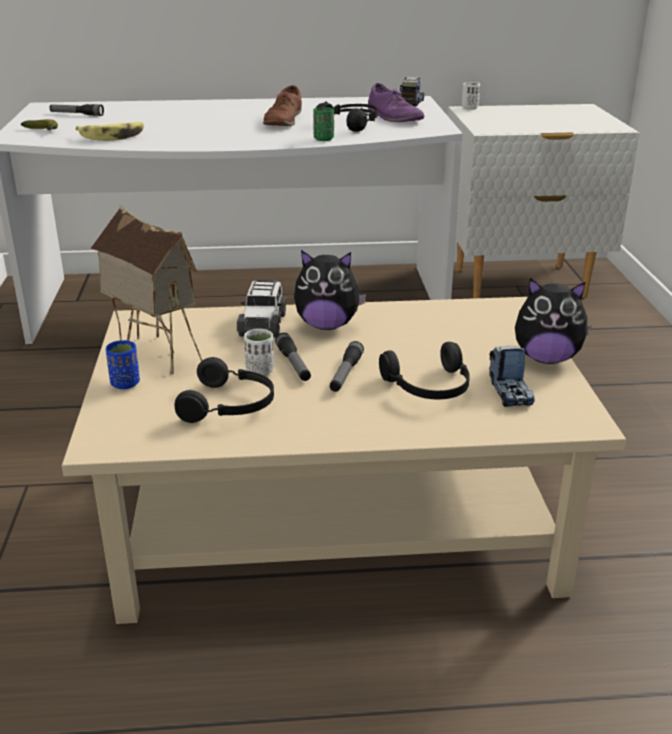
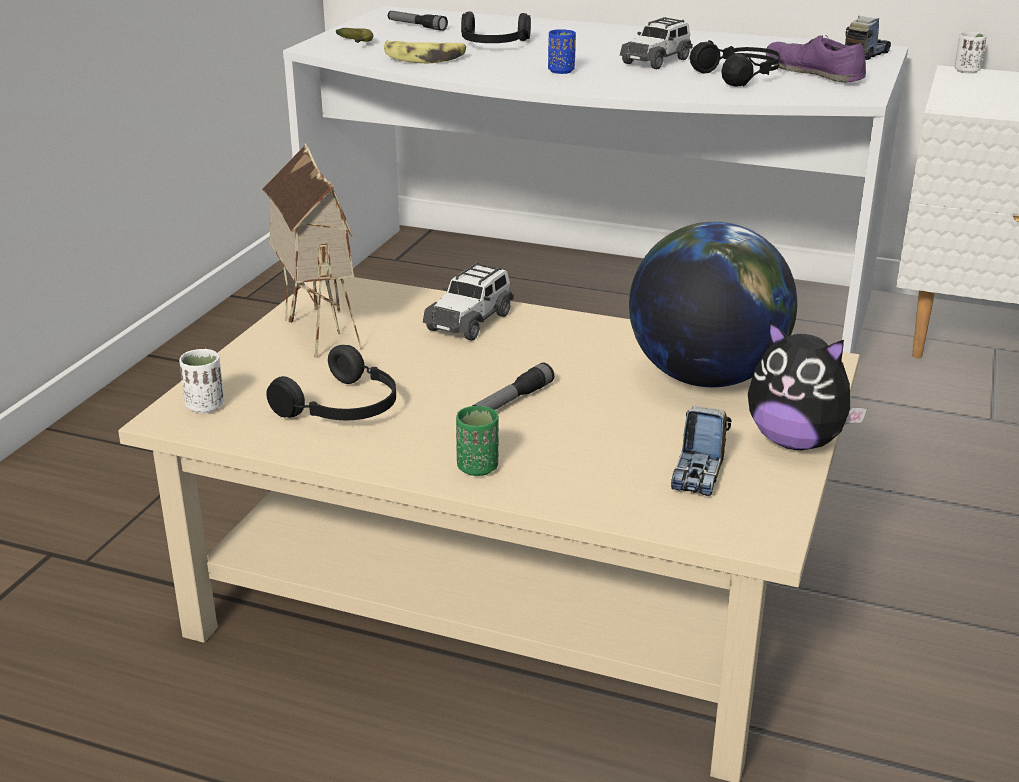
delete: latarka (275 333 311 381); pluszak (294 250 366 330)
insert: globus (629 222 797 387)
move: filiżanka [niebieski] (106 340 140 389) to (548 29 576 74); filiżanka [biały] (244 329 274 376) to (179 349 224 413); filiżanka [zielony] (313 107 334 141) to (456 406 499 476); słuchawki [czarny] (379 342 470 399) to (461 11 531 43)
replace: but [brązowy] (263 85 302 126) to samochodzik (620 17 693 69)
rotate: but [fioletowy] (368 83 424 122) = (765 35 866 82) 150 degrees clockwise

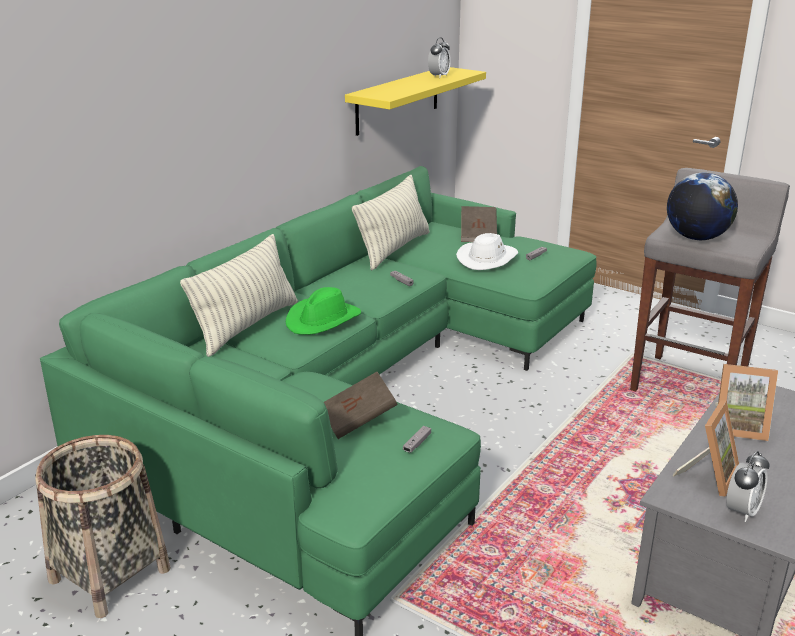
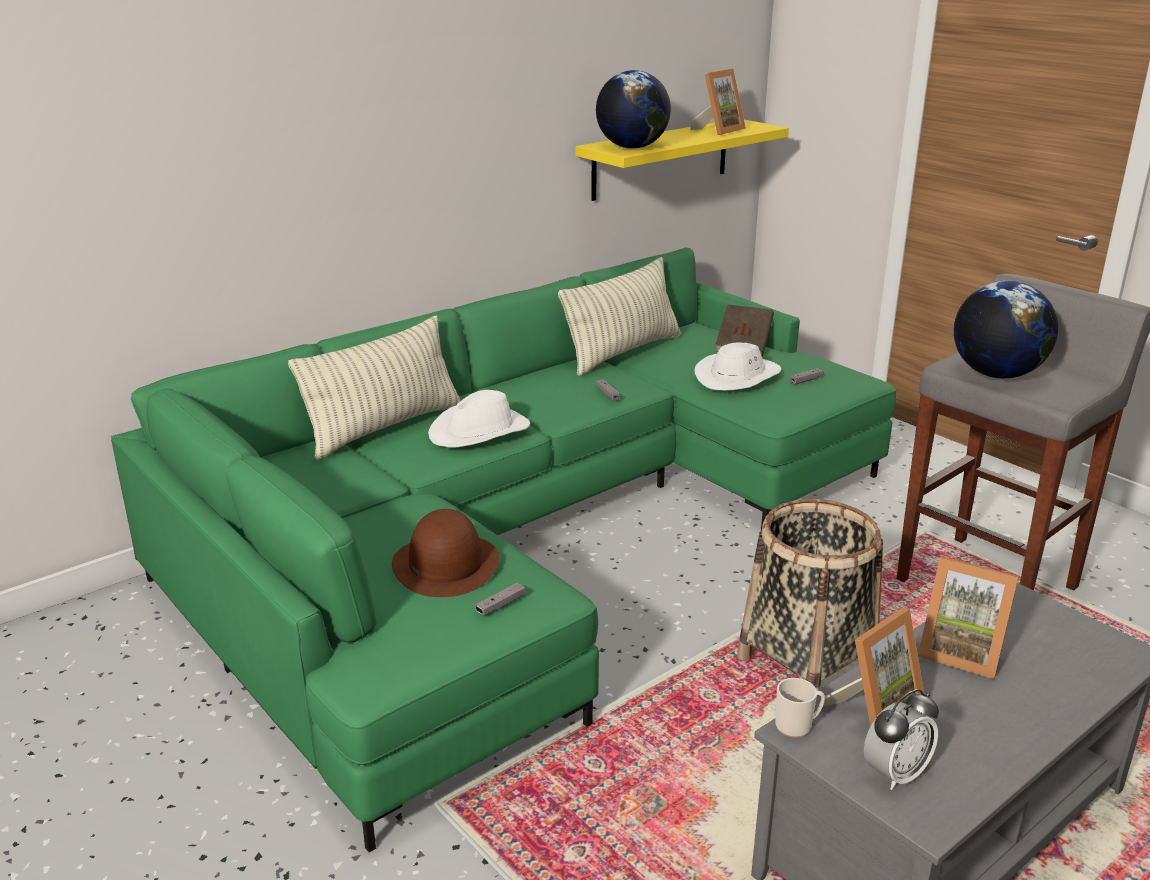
insert: globus (596 70 671 149); kubek (775 678 825 738)
move: koszyk (35 435 171 618) to (737 499 883 691)
replace: książka [brązowy] (324 372 398 439) to kapelusz [brązowy] (392 509 500 597); budzik (428 37 451 78) to ramka na zdjęcie (690 69 746 135)
recolor: kapelusz [zielony] (286 287 361 335) to kapelusz [biały] (428 390 530 448)

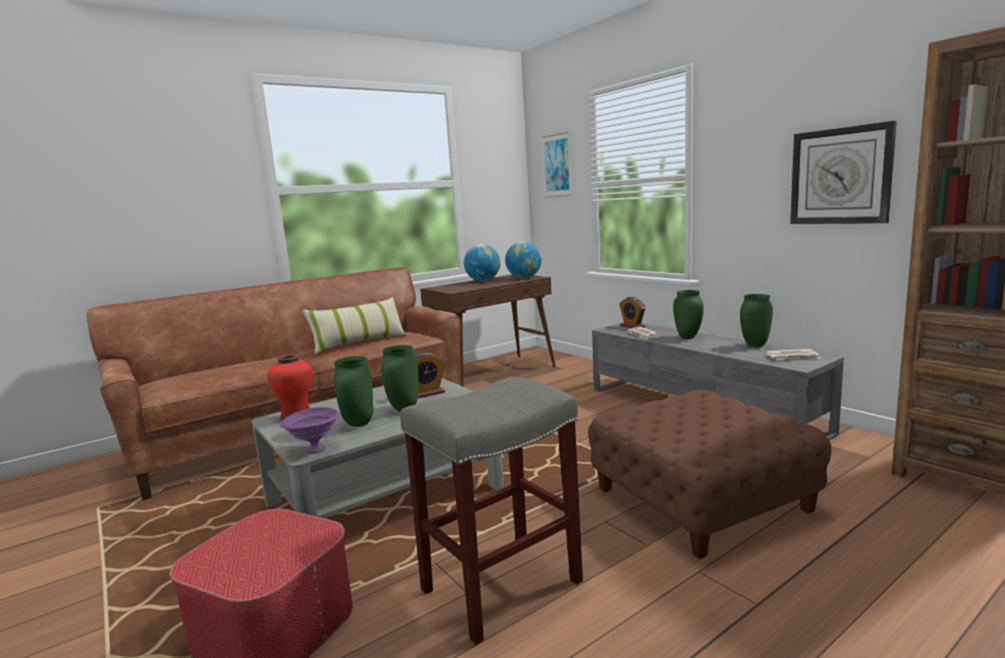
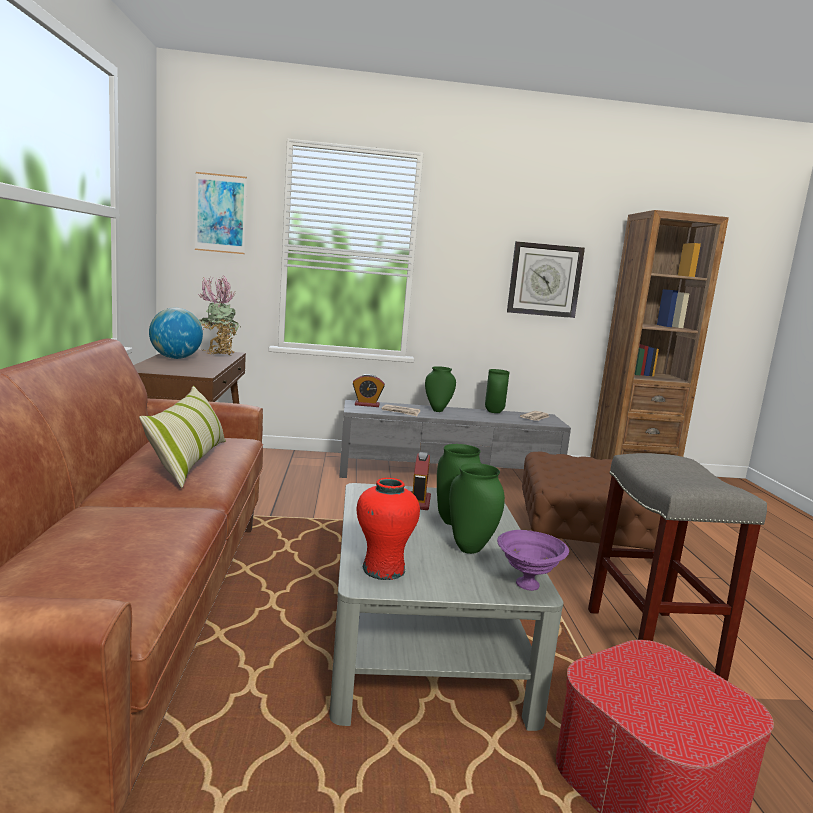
replace: globus (505 241 542 278) to roślina doniczkowa (198 275 241 355)

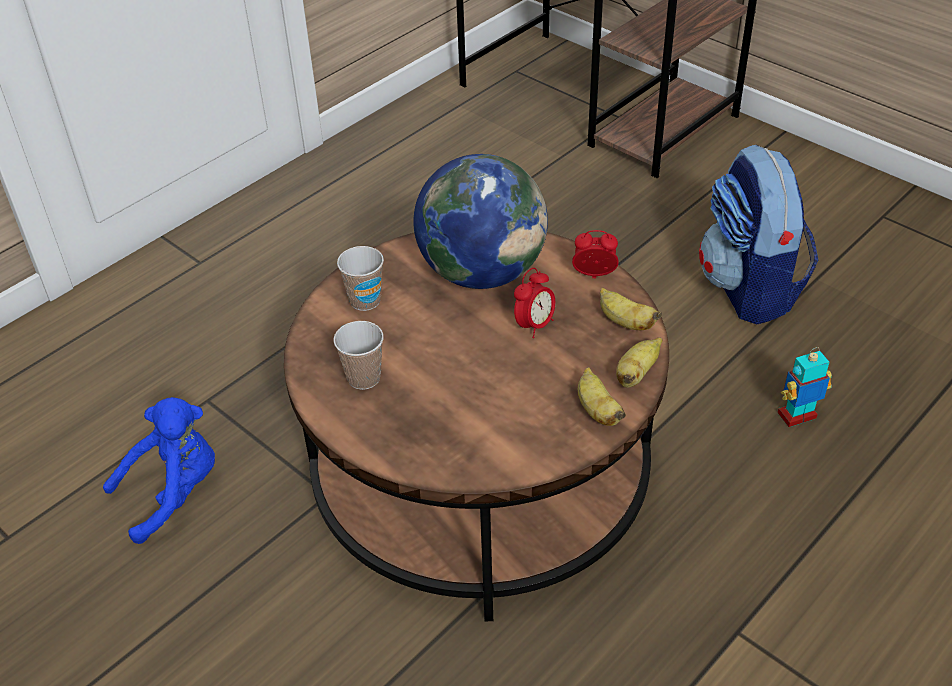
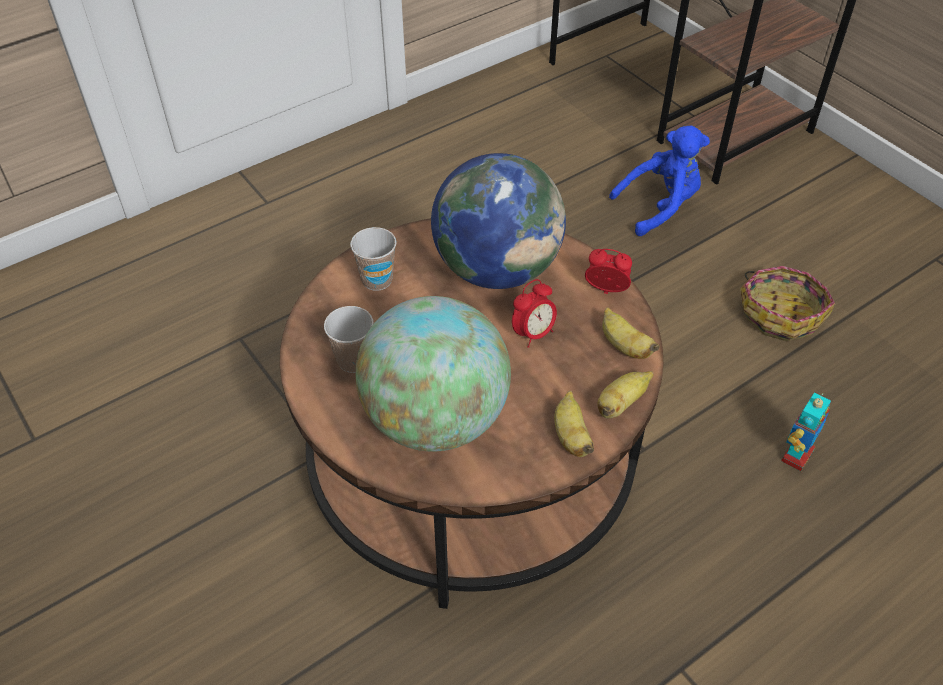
insert: globus (355 296 511 452)
move: pluszak [niebieski] (103 397 215 544) to (609 125 710 236)
replace: plecak (699 144 819 324) to koszyk (740 266 835 341)
rotate: robot zabawkowy (778 347 832 427) = (781 392 831 471) 135 degrees clockwise

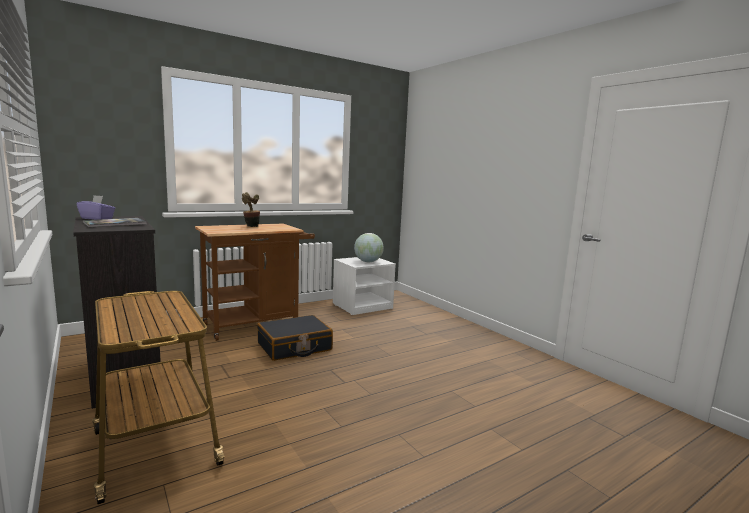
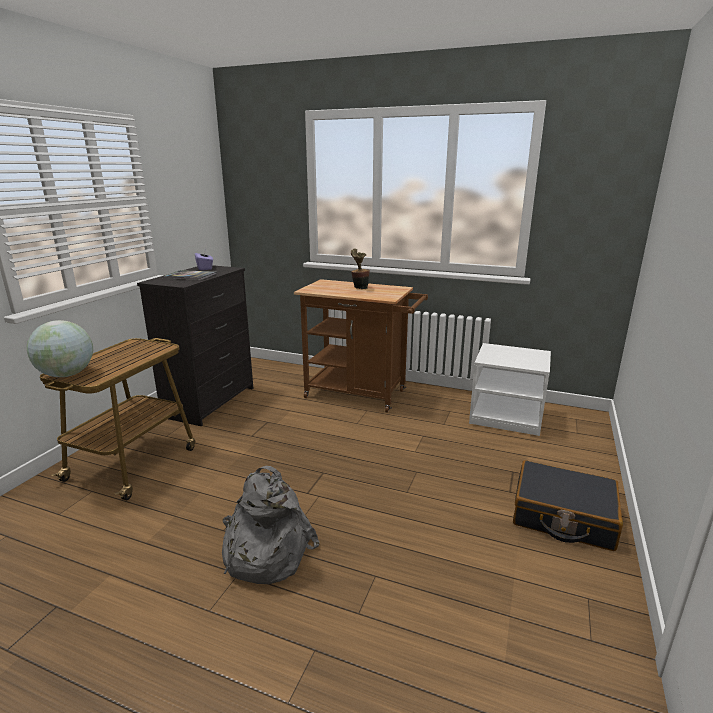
insert: plecak [szary] (222 466 319 584)
move: walizka [czarny] (257 315 333 361) to (513 460 623 551); globus (354 233 384 262) to (27 320 93 377)

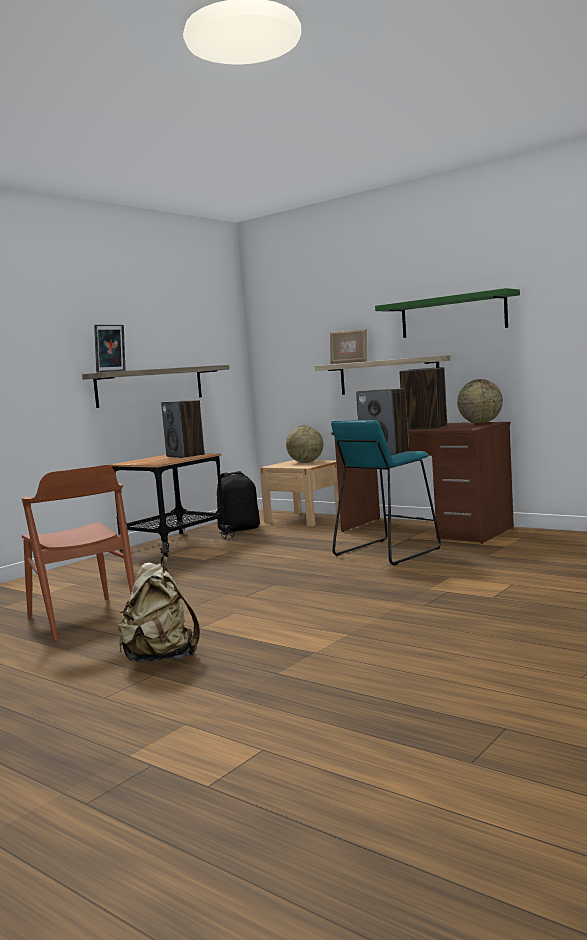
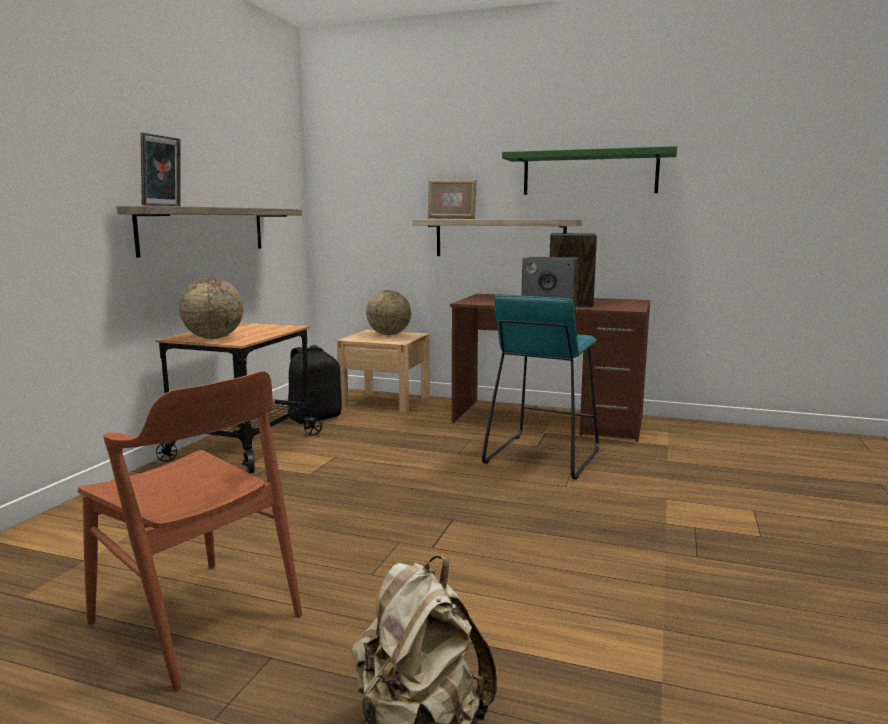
delete: głośnik (161 400 205 458)
move: globus (457 379 503 424) to (179 278 243 339)

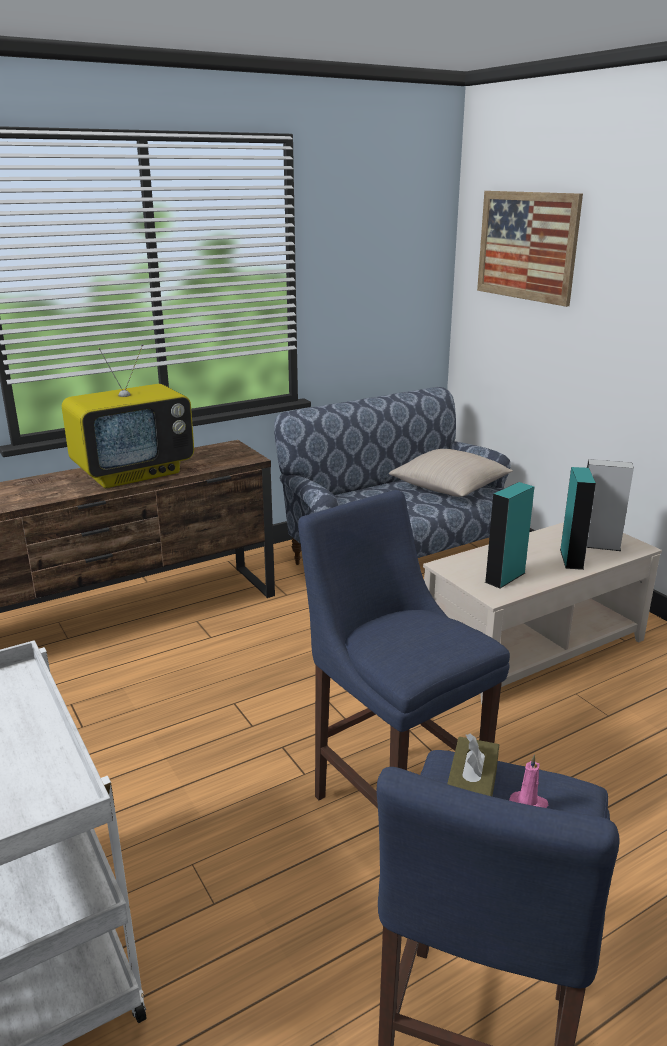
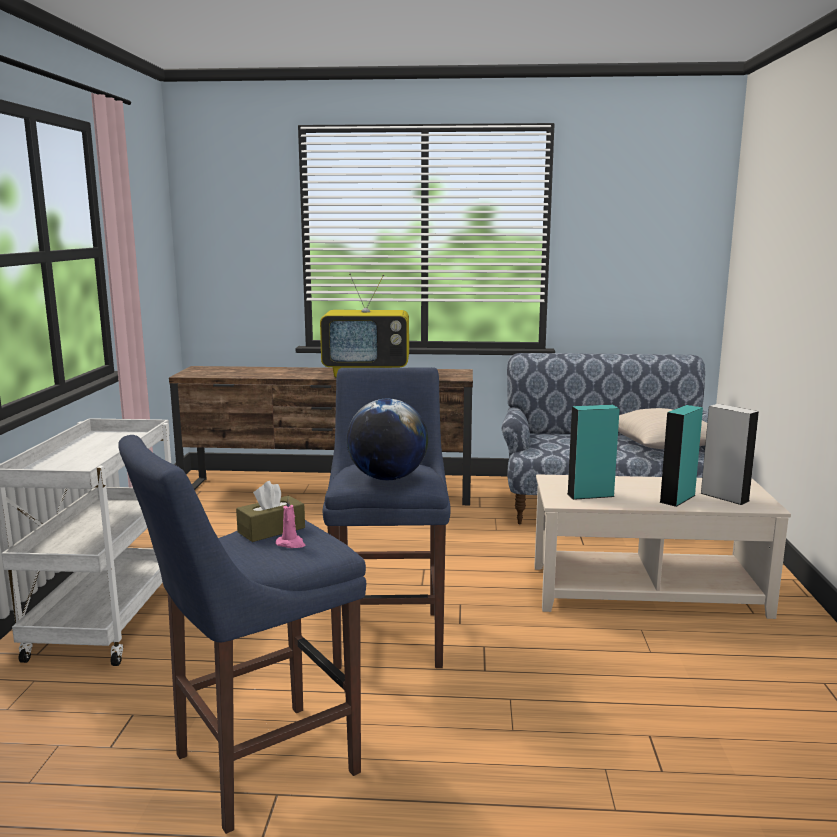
delete: obraz (477 191 583 307)
insert: globus (347 399 428 480)

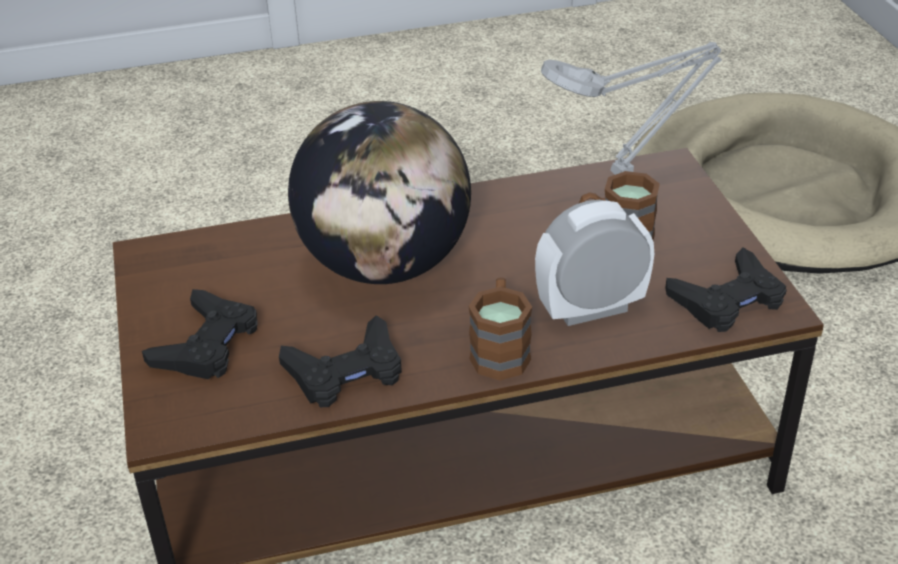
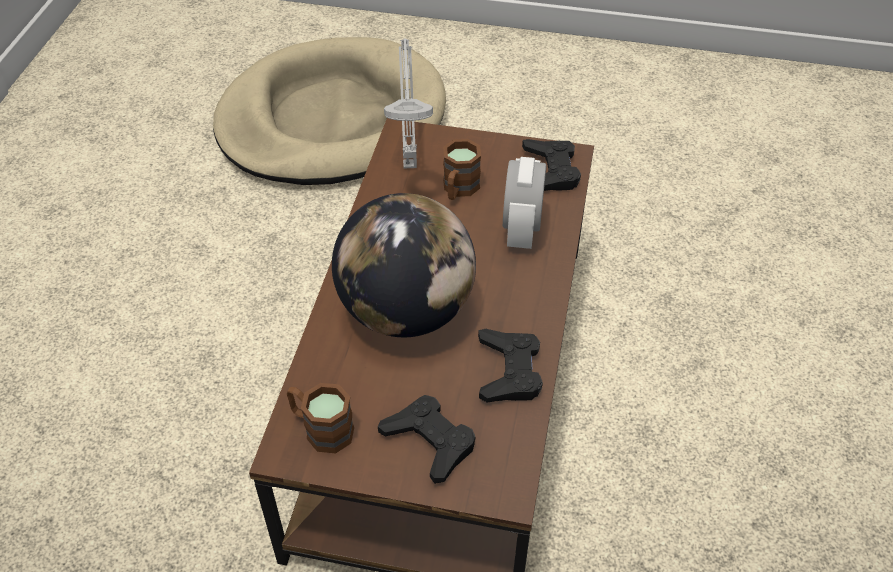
move: kubek [brązowy] (469 277 532 380) to (287 383 354 453)

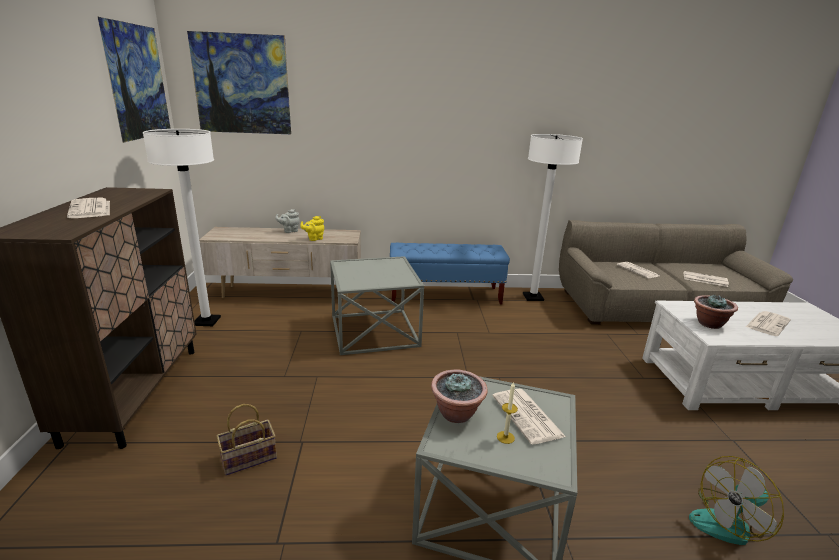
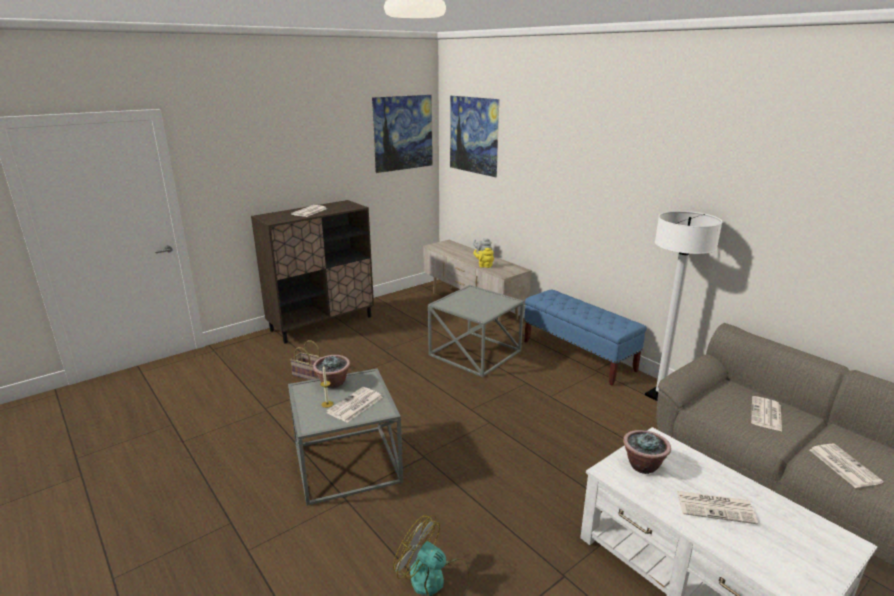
delete: lampa stojąca [biały] (143 129 221 326)

